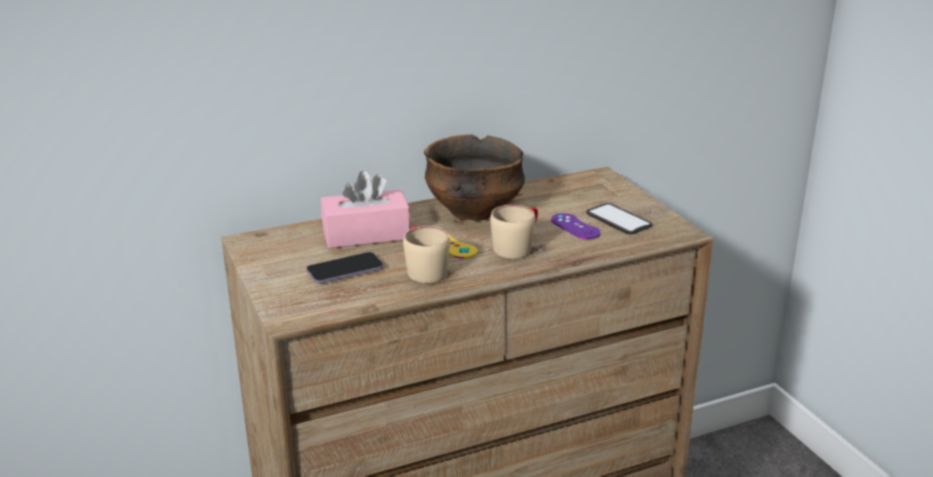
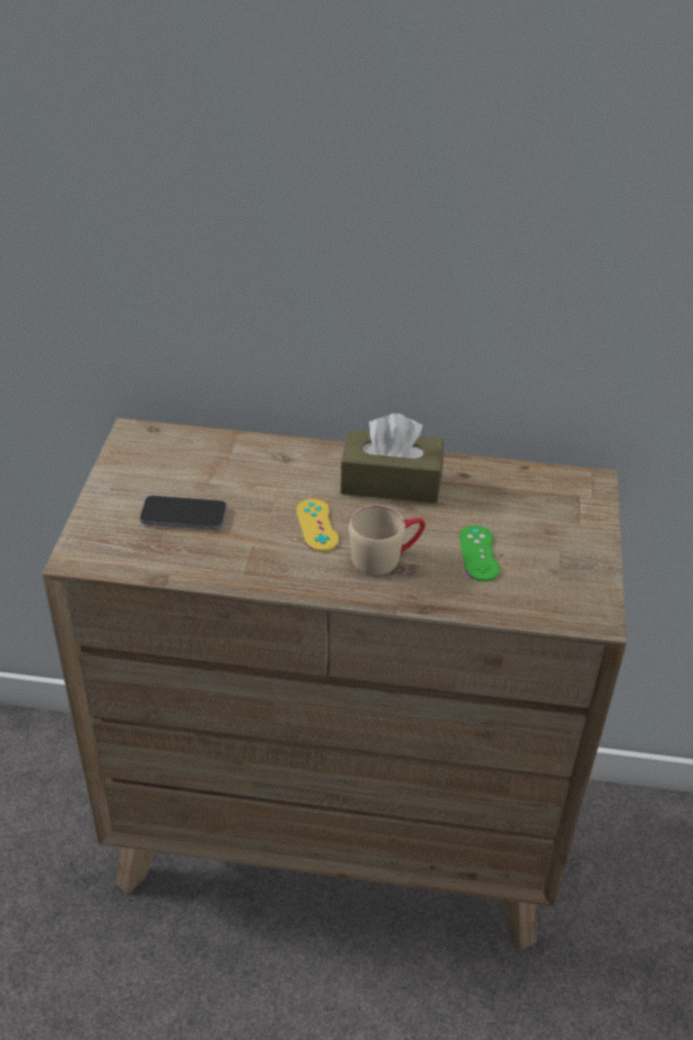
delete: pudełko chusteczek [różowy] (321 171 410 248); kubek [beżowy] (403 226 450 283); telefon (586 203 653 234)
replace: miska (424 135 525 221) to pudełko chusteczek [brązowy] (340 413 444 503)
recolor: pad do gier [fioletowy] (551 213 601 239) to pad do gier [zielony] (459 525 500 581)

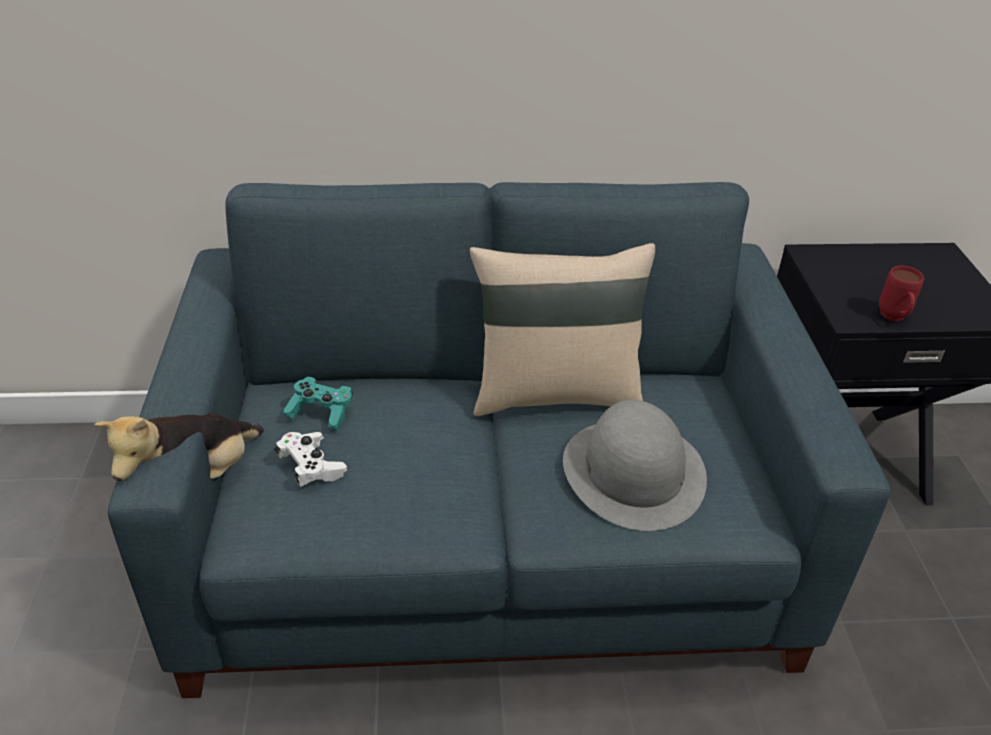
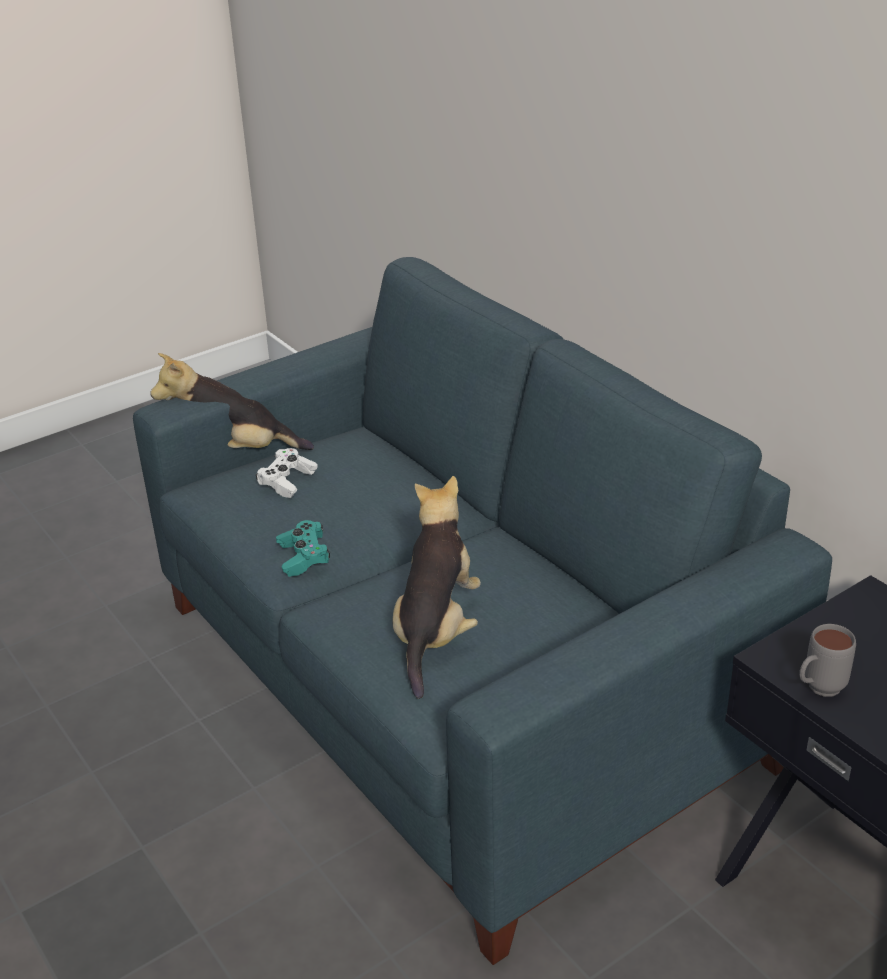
delete: poduszka [beżowy] (470 243 655 416)
move: pad do gier [turkusowy] (283 377 353 431) to (276 520 330 577)
replace: kapelusz [szary] (563 400 707 531) to pluszak (393 476 481 699)
recolor: kubek [czerwony] (879 266 924 321) to kubek [szary] (799 624 856 697)

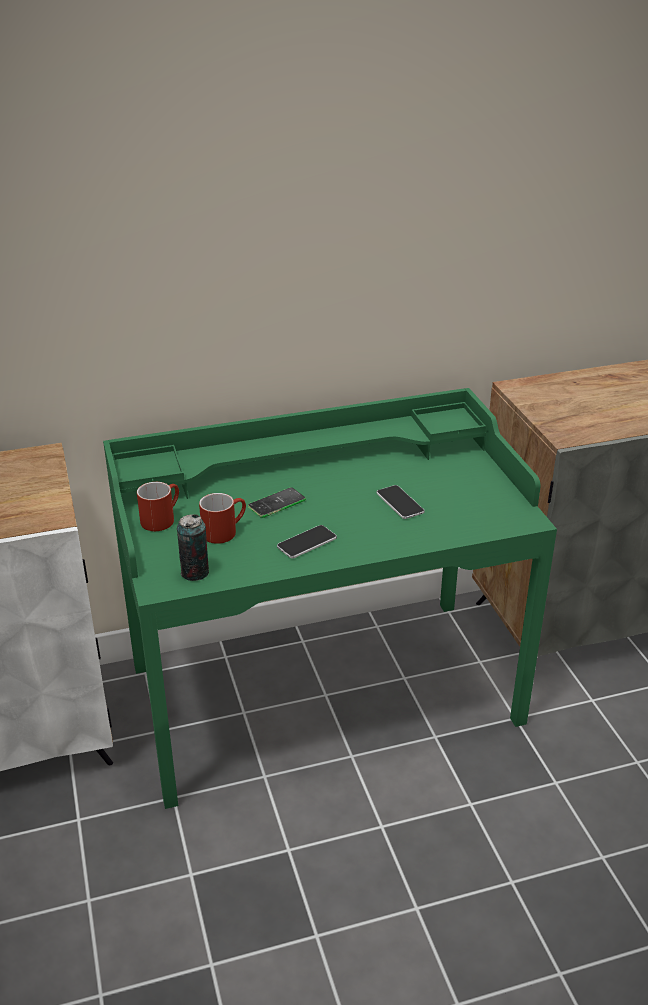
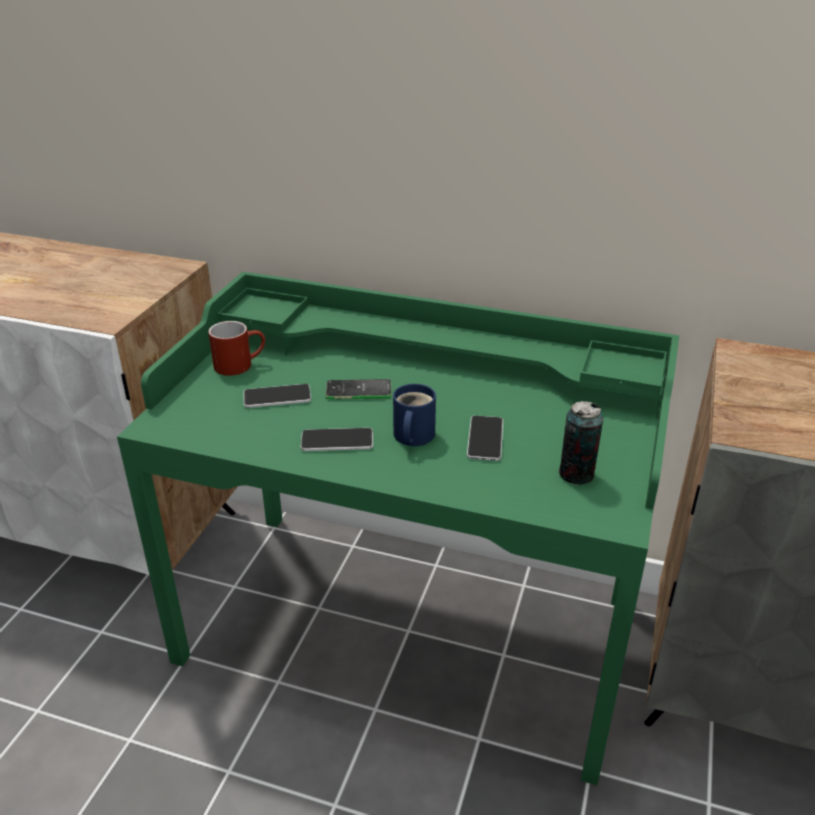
insert: kubek [niebieski] (393 384 436 446)
move: puszka (177 514 209 581) to (558 401 603 485)
replace: kubek [czerwony] (199 493 246 544) to telefon (243 384 311 408)

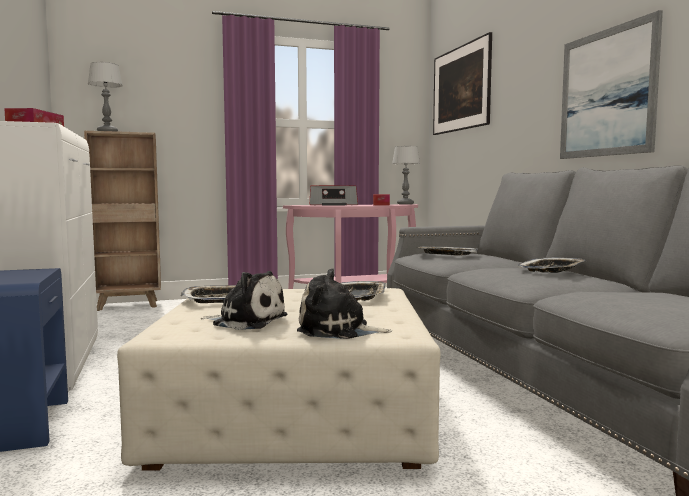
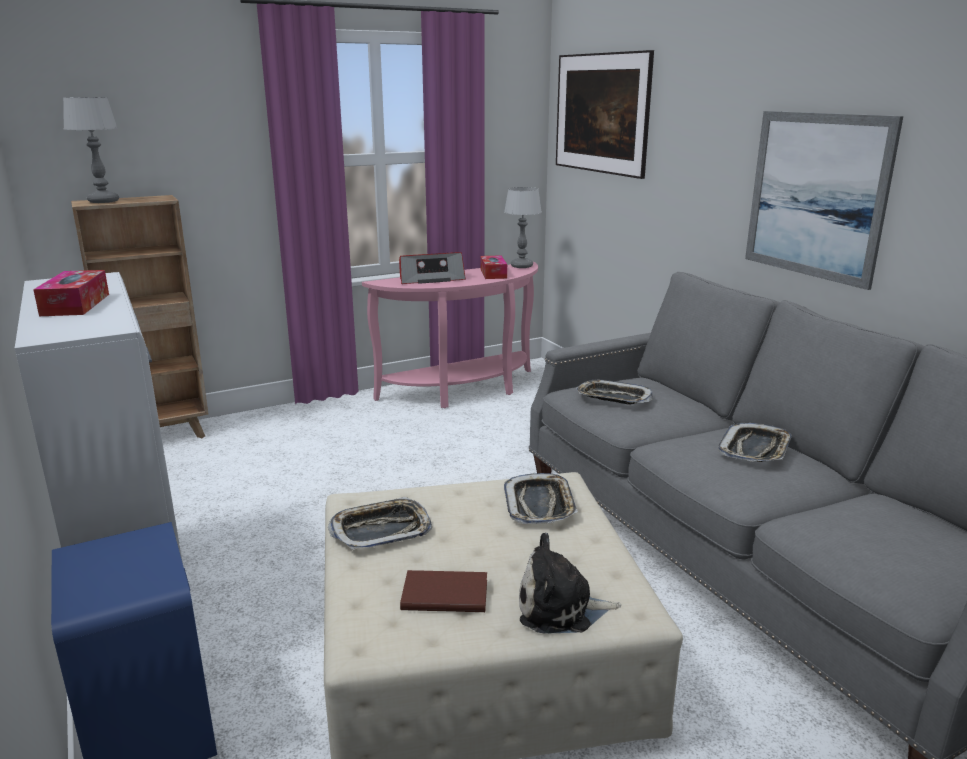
replace: pluszak (200 271 287 330) to książka [brązowy] (400 570 487 612)

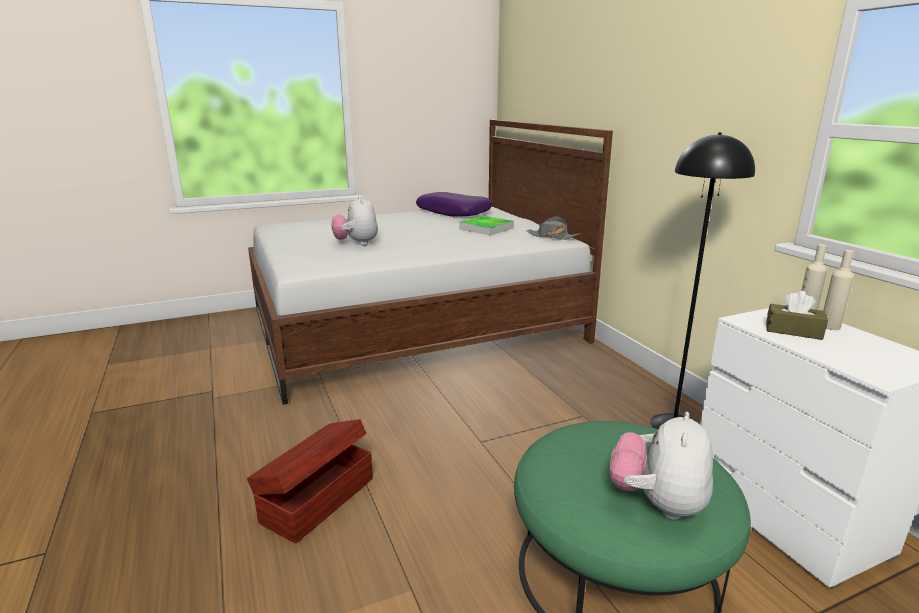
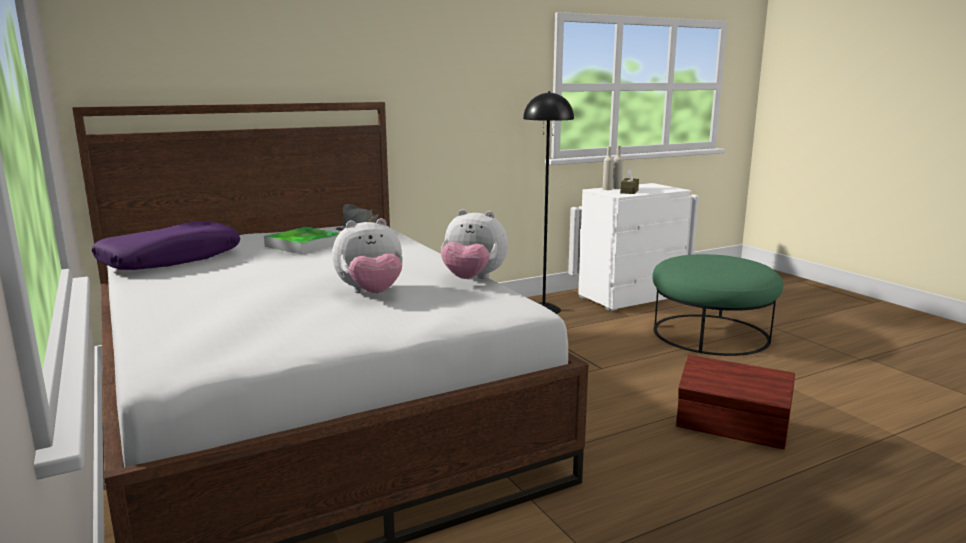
move: pluszak (609 412 713 520) to (441 209 508 279)

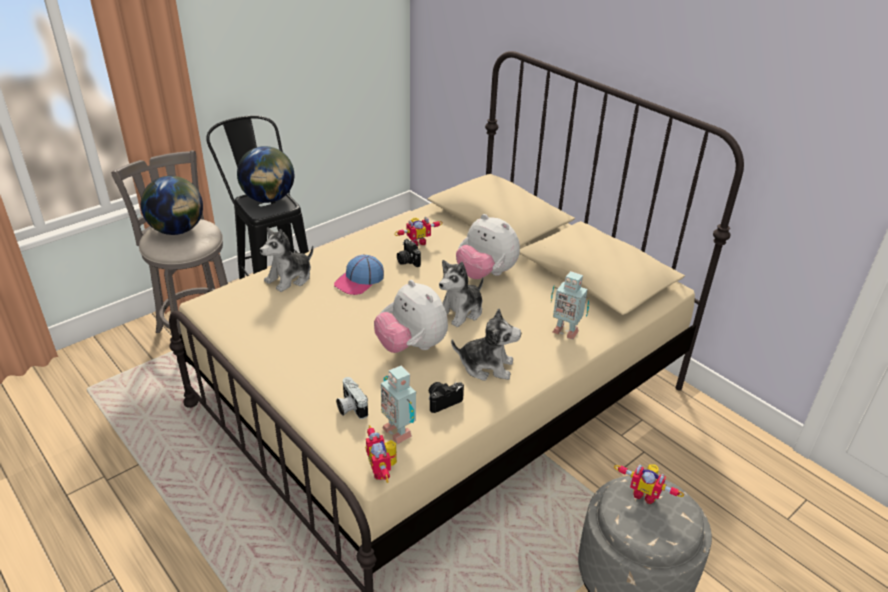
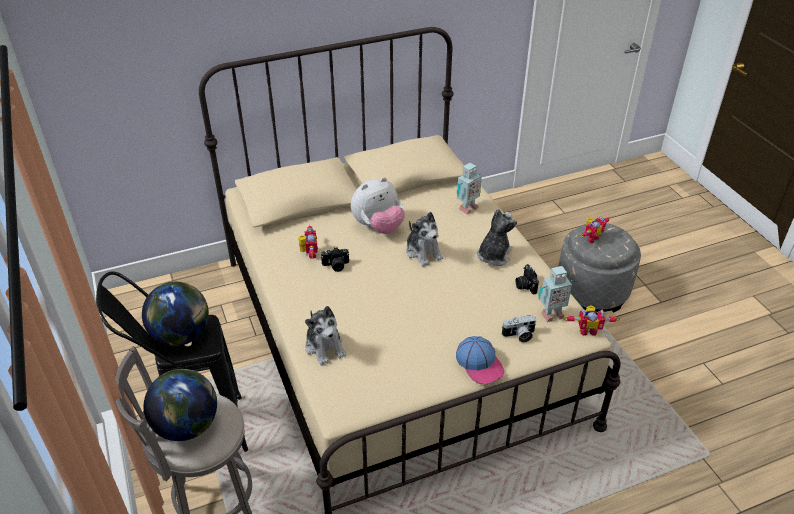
delete: pluszak (374 280 448 353)
move: czapka z daszkiem (334 255 384 295) to (456 336 504 384)

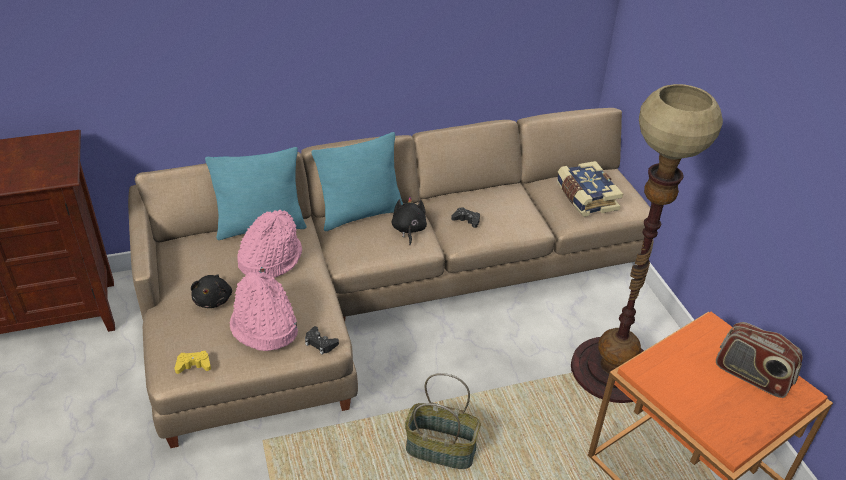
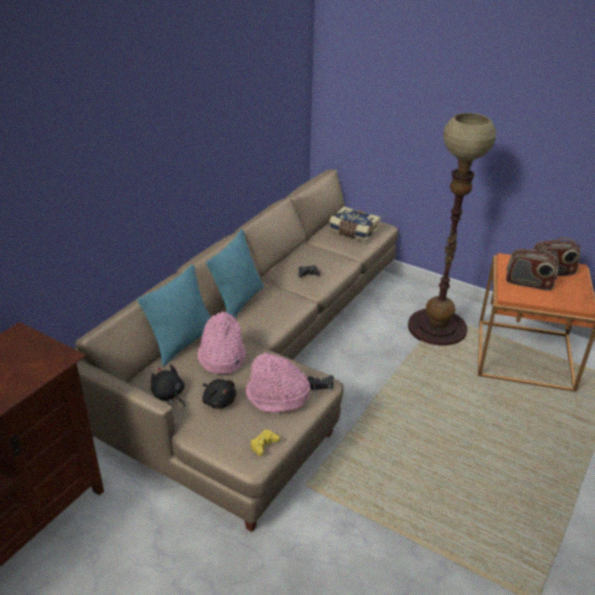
delete: koszyk (405 373 481 469)
insert: radio (506 249 559 291)
move: pluszak [czarny] (392 197 427 245) to (151 364 185 407)

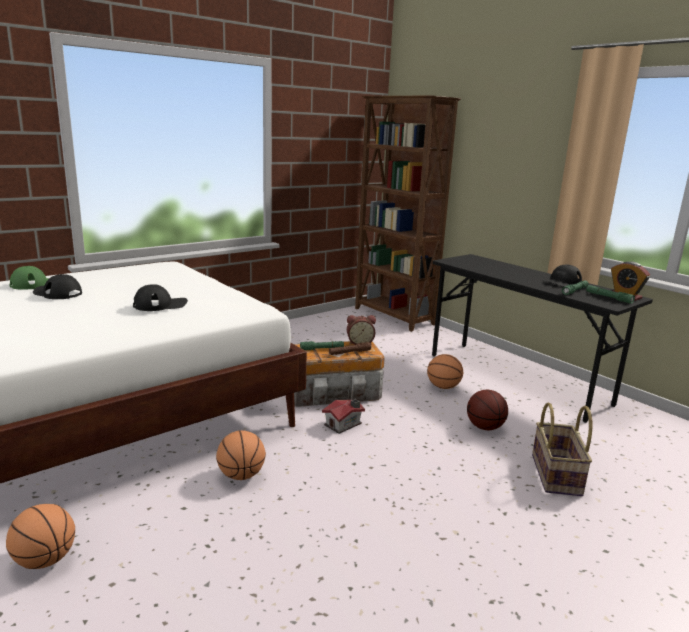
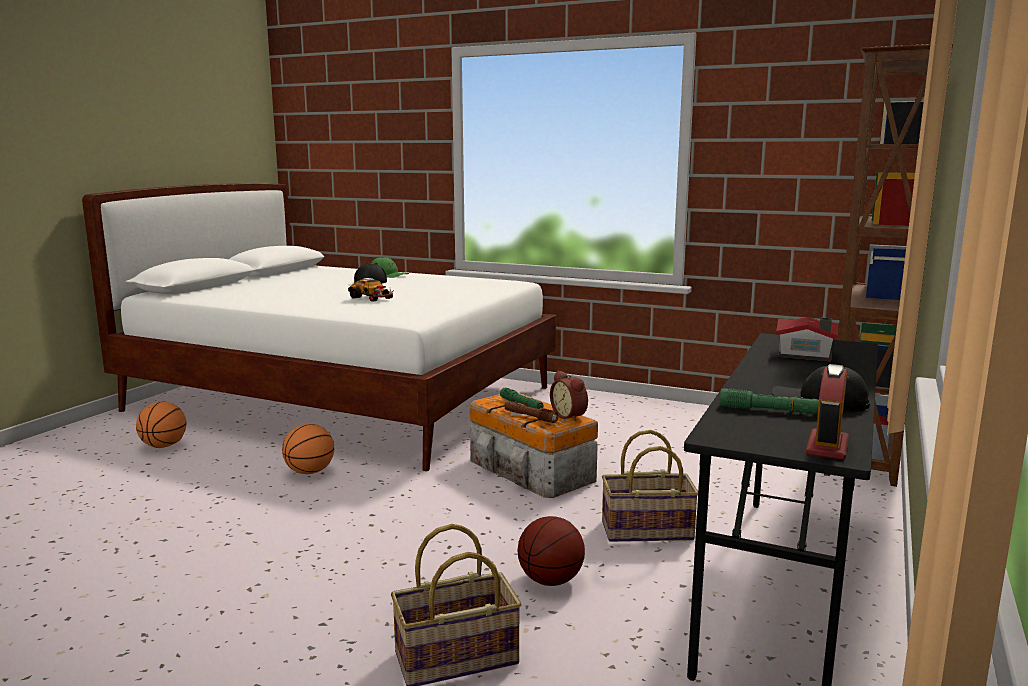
delete: latarka [zielony] (586 285 635 304)
move: domek (322 399 365 434) to (776 317 838 361)
replace: czapka z daszkiem [czarny] (133 284 188 311) to samochodzik (348 279 394 302); piłka do koszykówki (427 354 463 389) to koszyk (602 430 698 542)

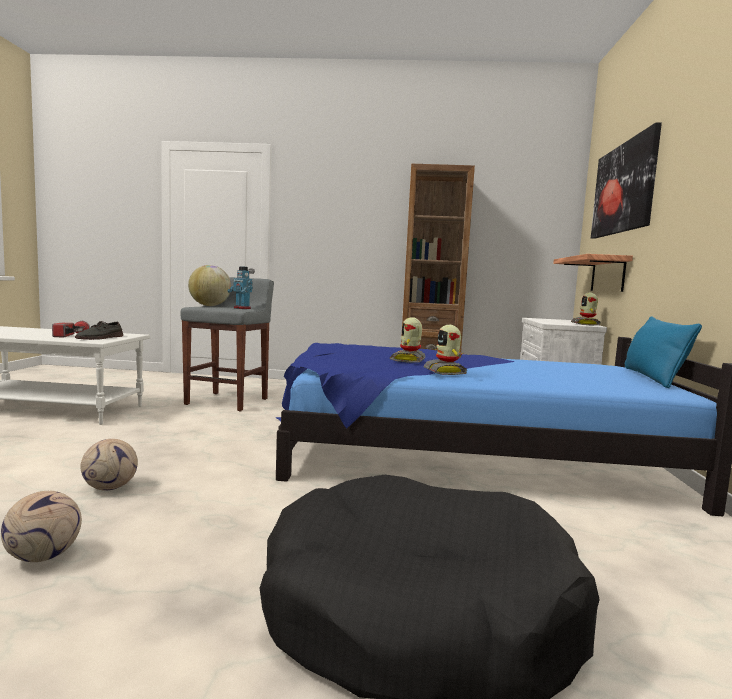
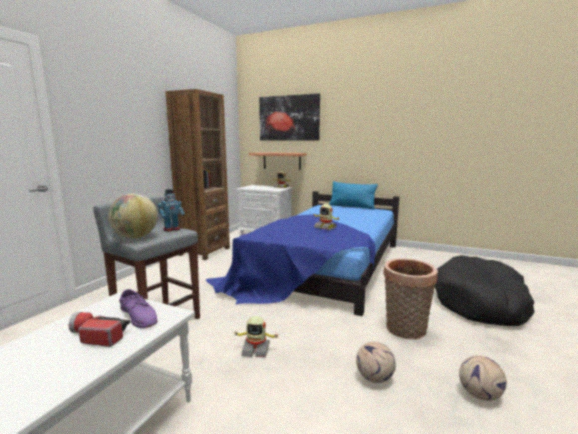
insert: koszyk (383 258 438 340)
move: robot zabawkowy (424 325 467 375) to (232 316 279 358)
recolor: but [szary] (75 321 123 340) to but [fioletowy] (119 289 157 328)

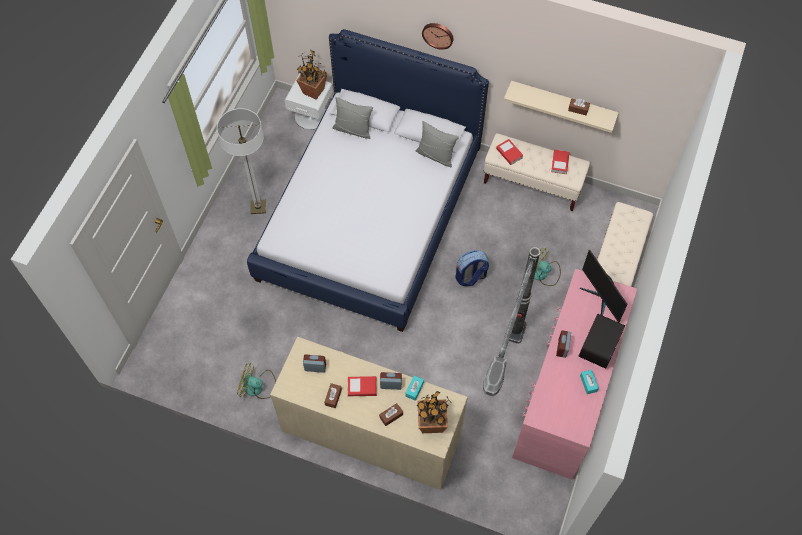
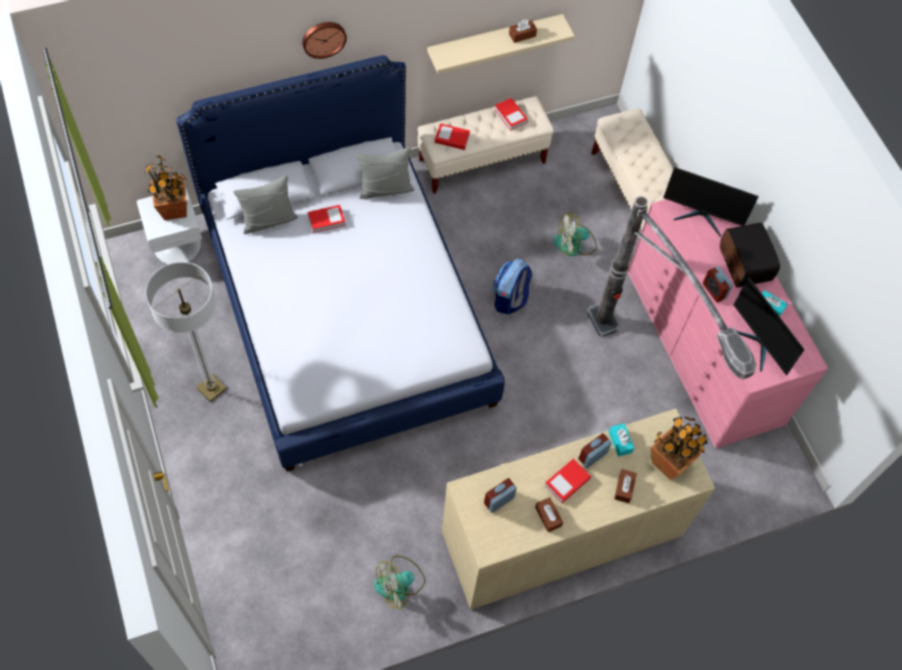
insert: książka (308 205 346 233); monitor (733 277 805 375)

